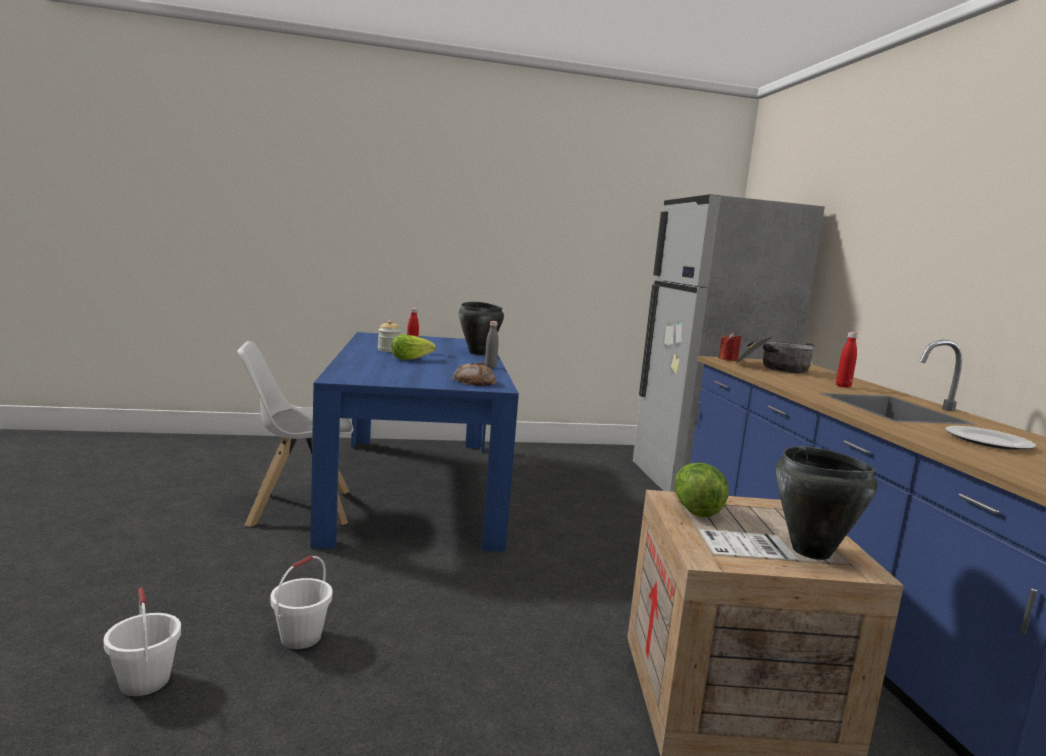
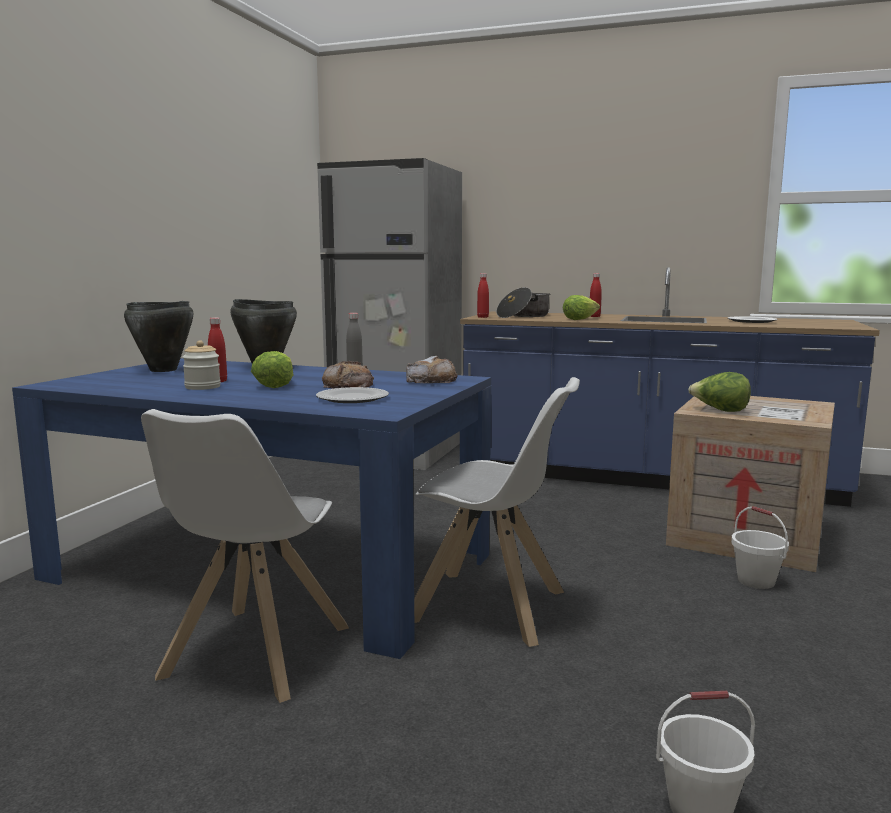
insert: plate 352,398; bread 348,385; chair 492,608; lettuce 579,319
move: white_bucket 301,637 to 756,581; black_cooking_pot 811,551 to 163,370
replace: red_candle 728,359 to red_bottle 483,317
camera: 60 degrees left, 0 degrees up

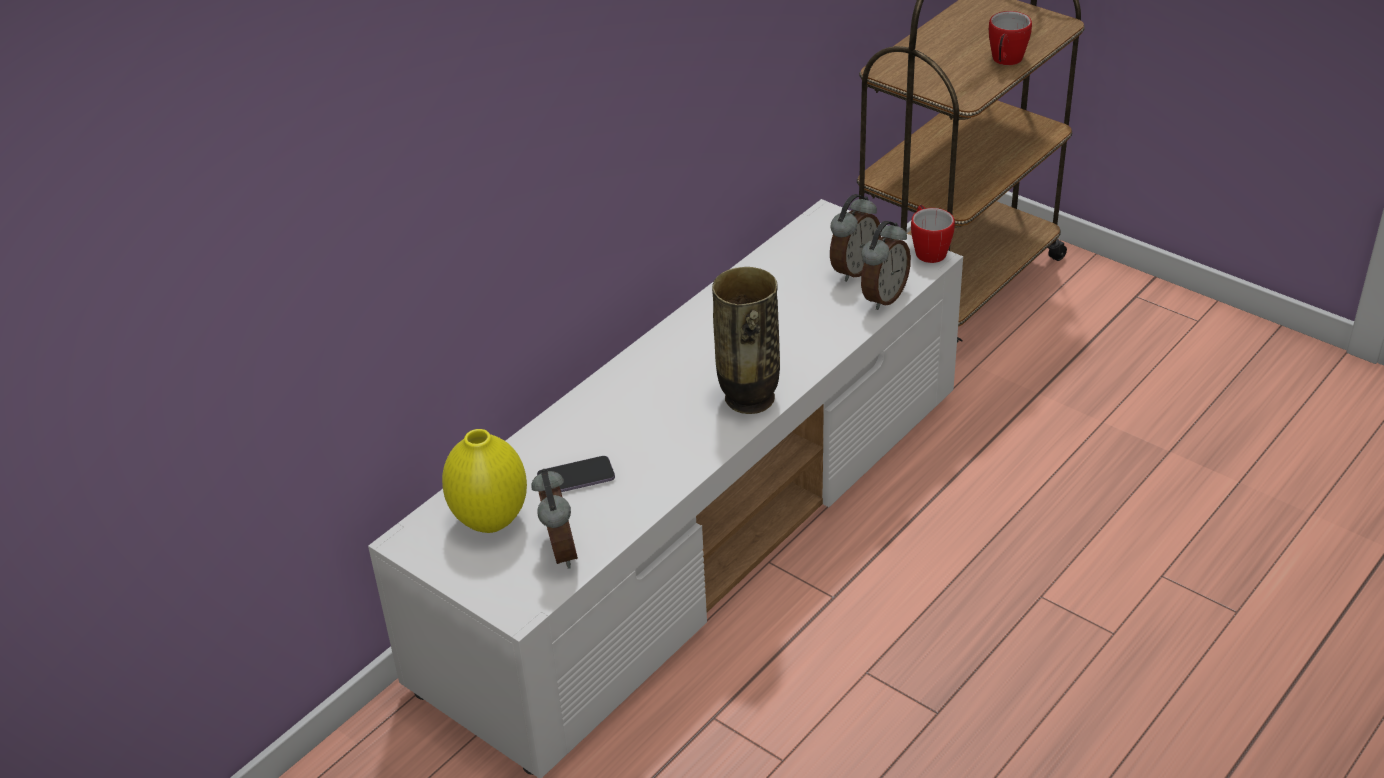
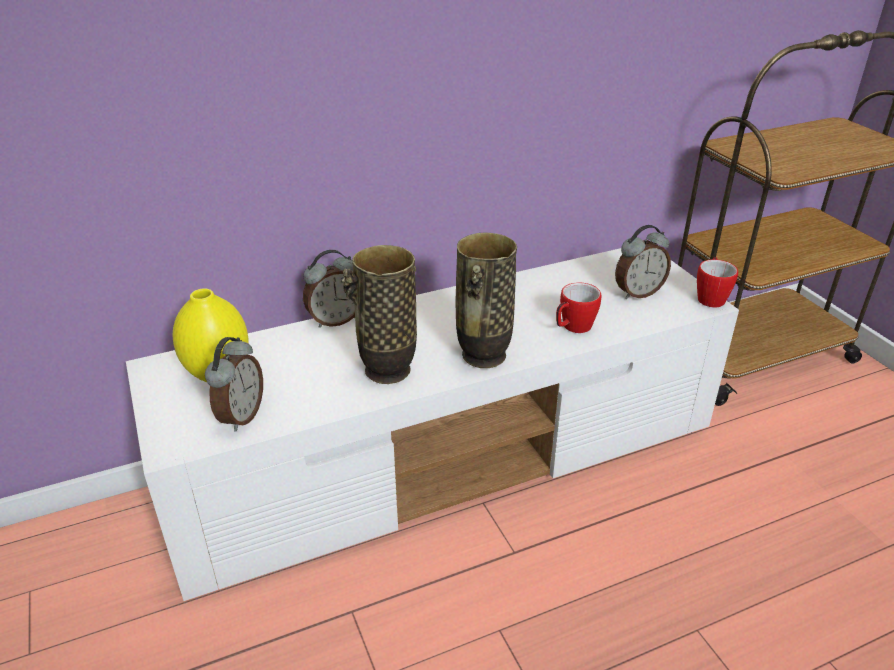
delete: phone 576,478
insert: vase 387,370
move: alarm_clock 883,297 to 335,320; mug 1005,61 to 573,328
camera: 25 degrees right, 5 degrees down

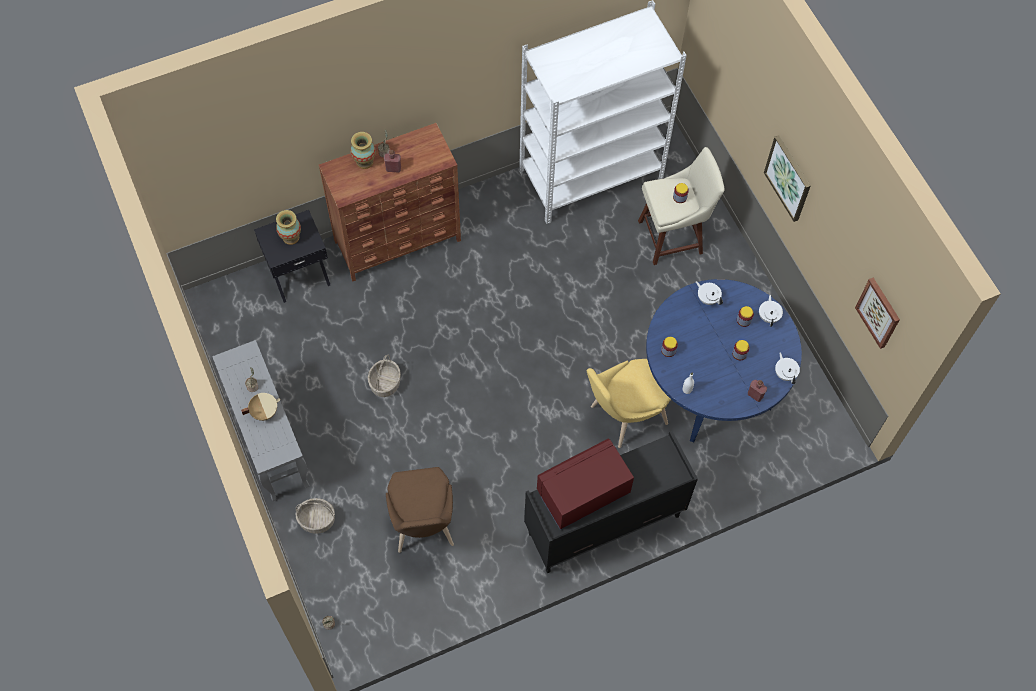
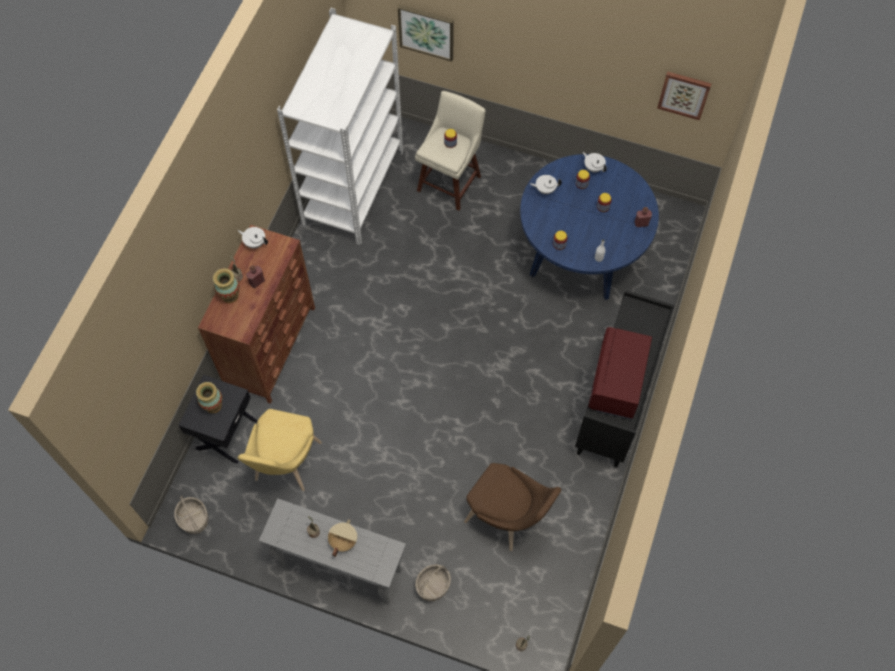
move: basket 385,383 to 193,519; yellow_chair 623,416 to 285,465; picture 788,178 to 426,32; white_teapot 785,373 to 255,242
camera: 45 degrees left, 0 degrees up

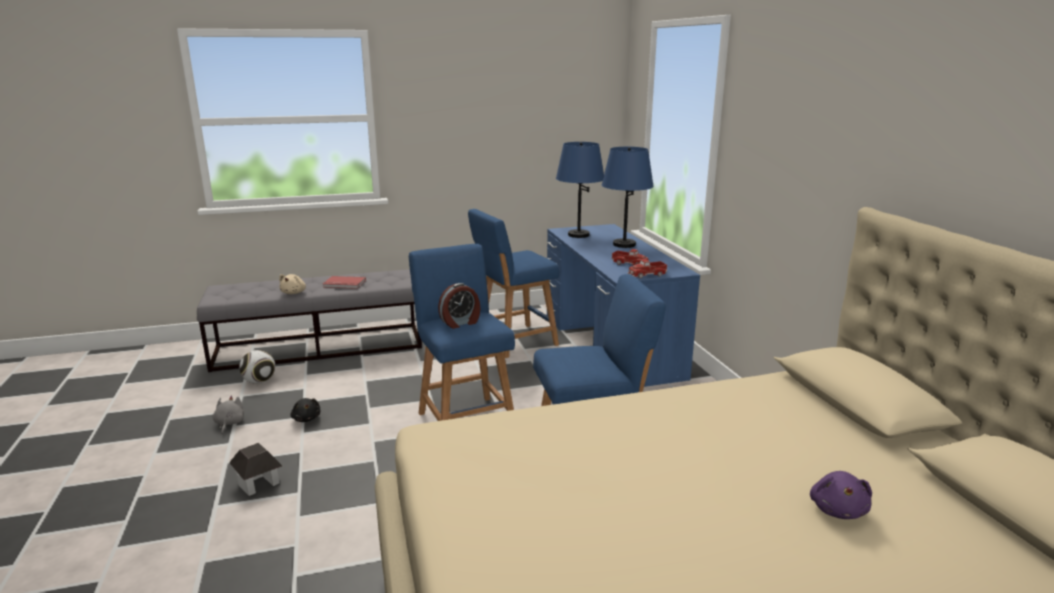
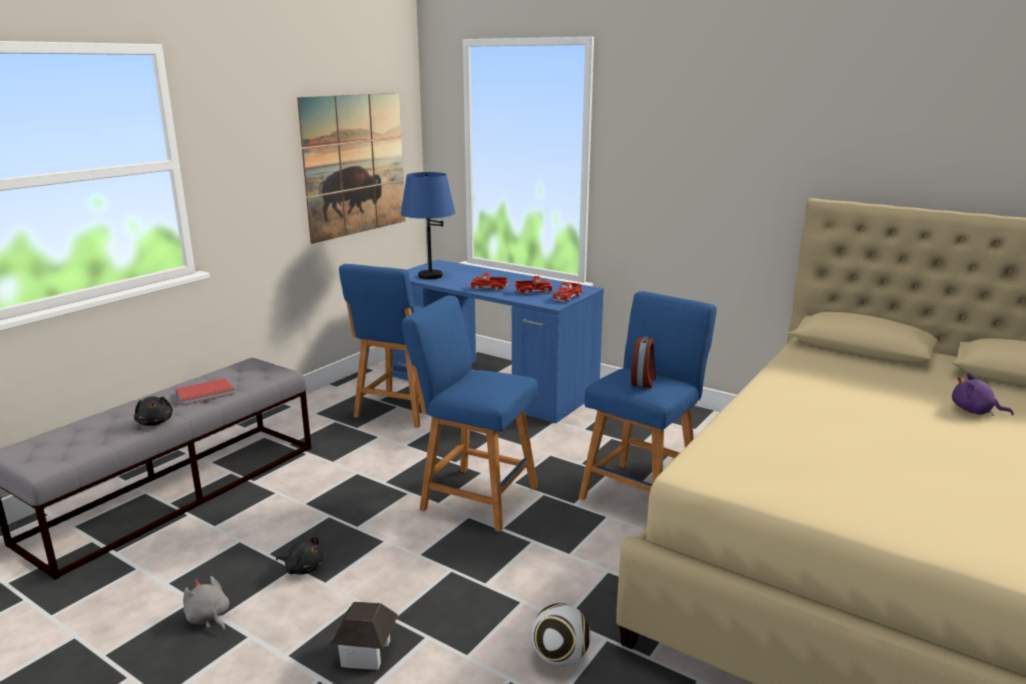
delete: blue_table_lamp 624,244
insert: picture 355,165; toy_truck 489,288
move: football 259,381 to 560,658; alarm_clock 460,323 to 643,381
recolor: beige_plush_toy 294,293 to black_plush_toy 155,422
rotate: purple_plush_toy 837,509 = 974,411 150 degrees clockwise
camera: 40 degrees left, 0 degrees up

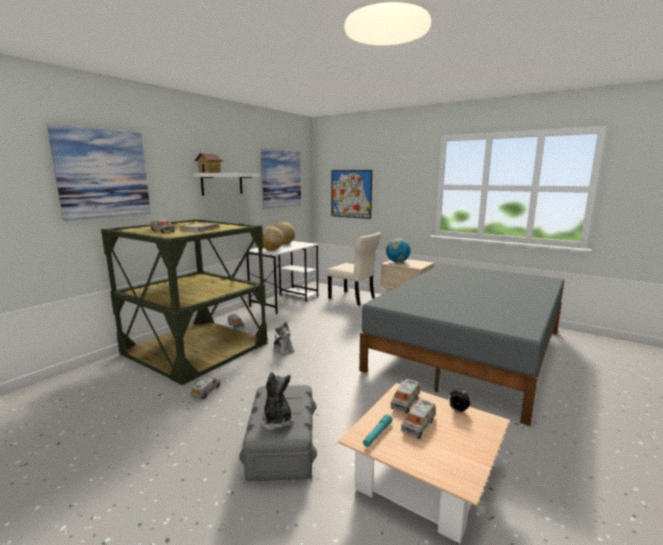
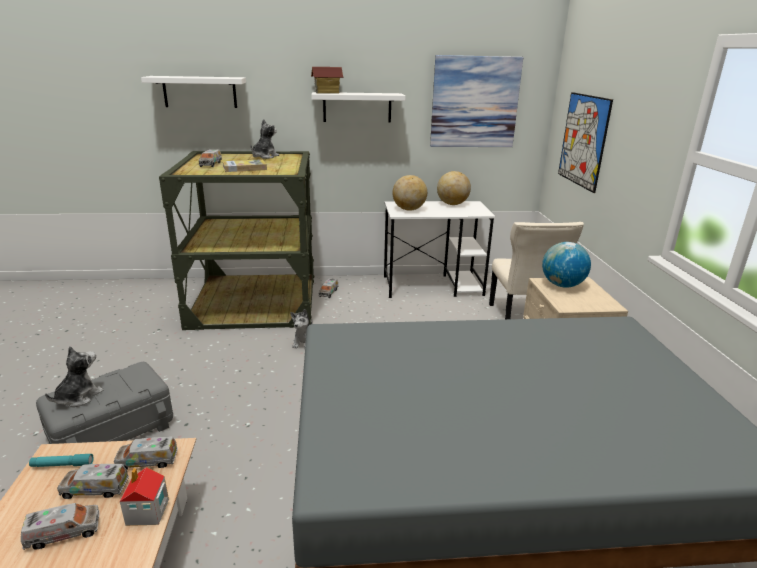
insert: plush_toy 264,157
move: toy_truck 206,392 to 64,533
replace: picture 103,174 to white_shelf 200,92; alarm_clock 458,411 to toy_house 147,512
camera: 50 degrees right, 10 degrees up

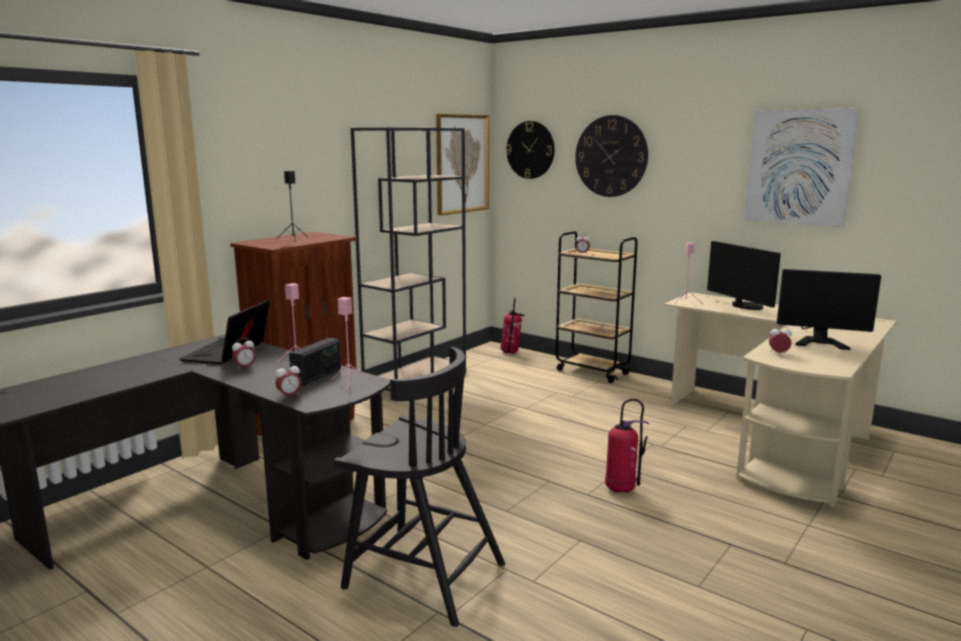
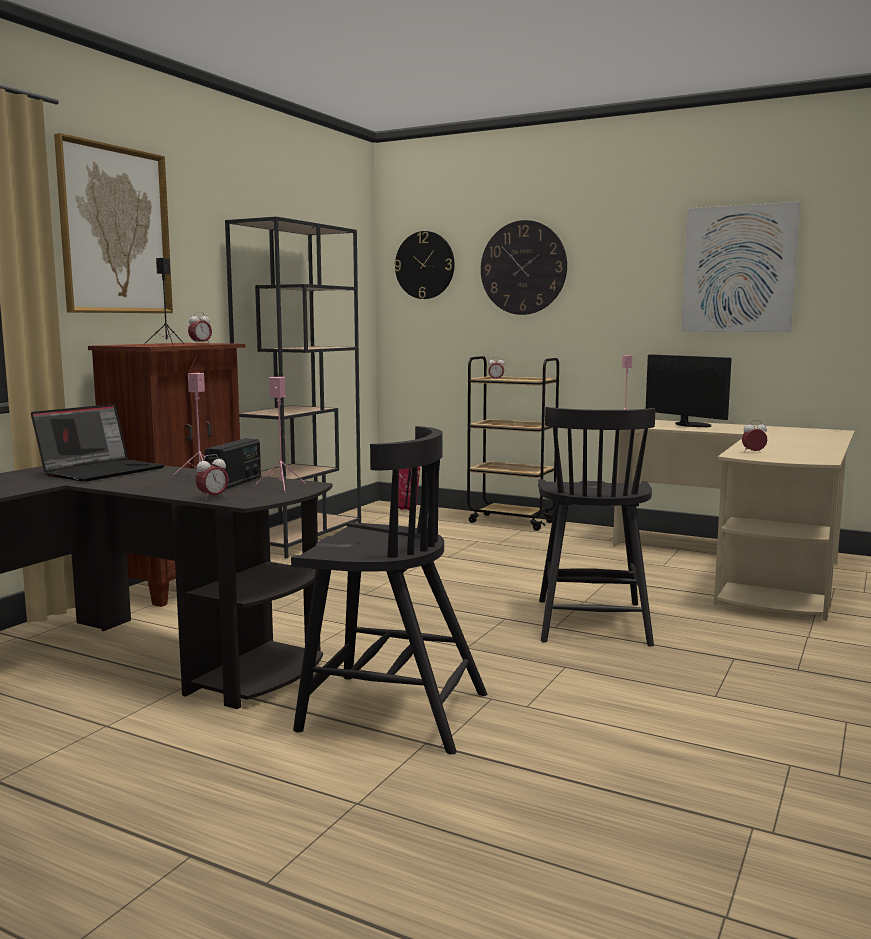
delete: monitor 819,339
move: alarm_clock 245,368 to 200,344; picture 462,164 to 115,230
replace: fire_extinguisher 621,489 to black_chair 591,620
rotate: laptop 228,353 = 102,471 150 degrees counterclockwise
camera: 10 degrees left, 5 degrees down

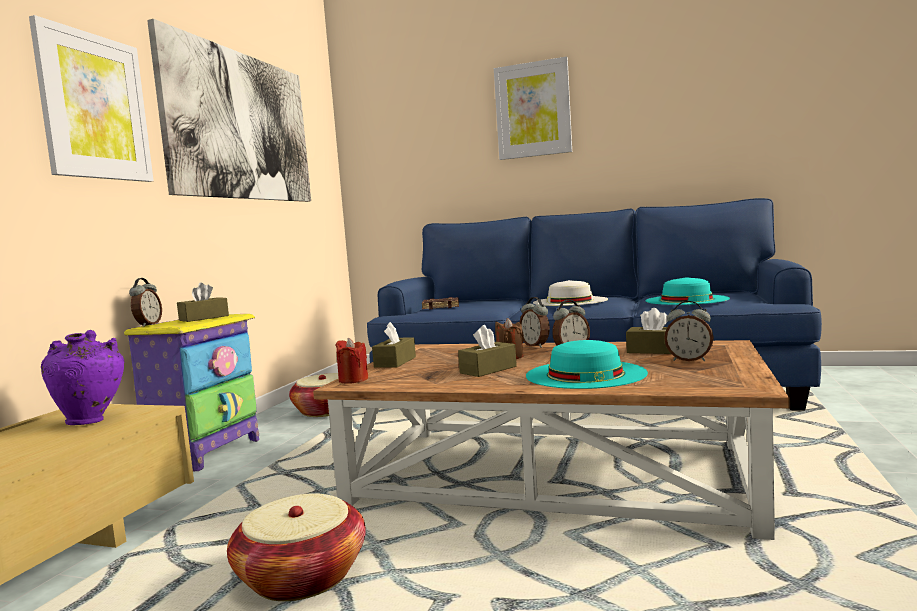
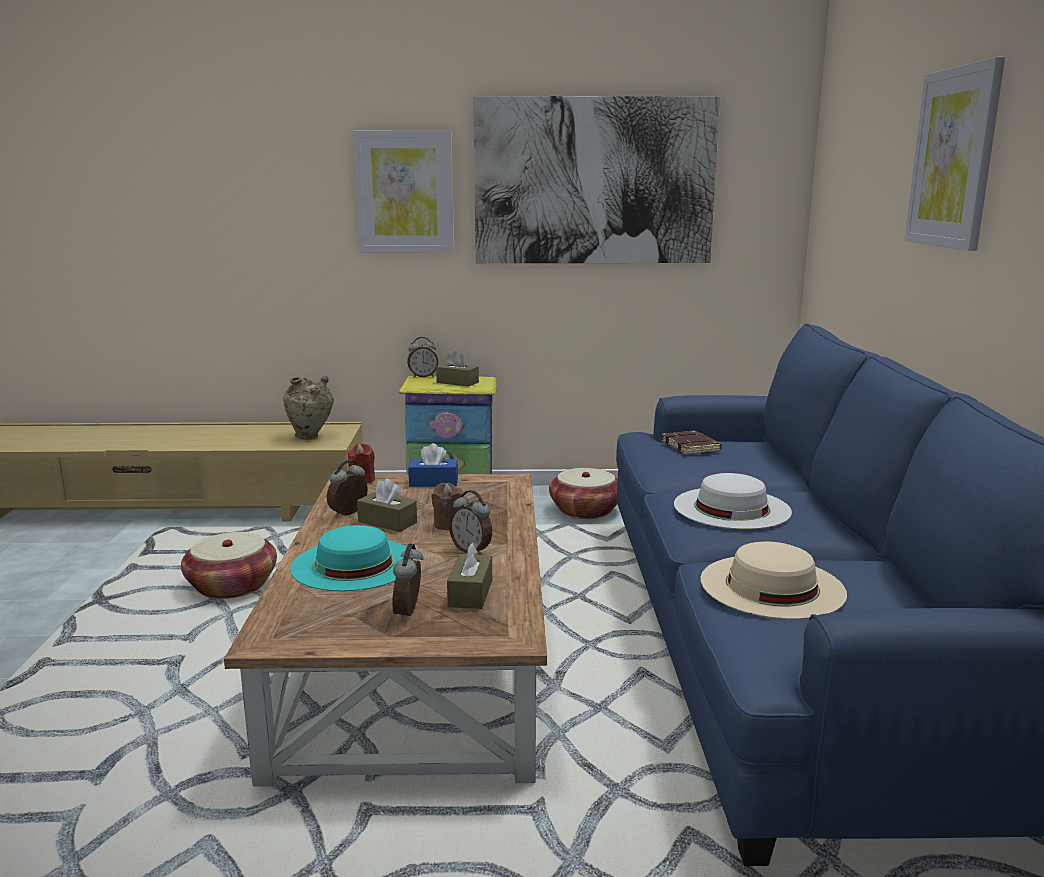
move: alarm_clock 536,346 to 349,514
recolor: purple_vase 91,421 to beige_vase 310,437; brown_tissue_box 395,362 to blue_tissue_box 433,482; turquoise_hat 686,300 to beige_hat 772,586
camera: 70 degrees right, 10 degrees up

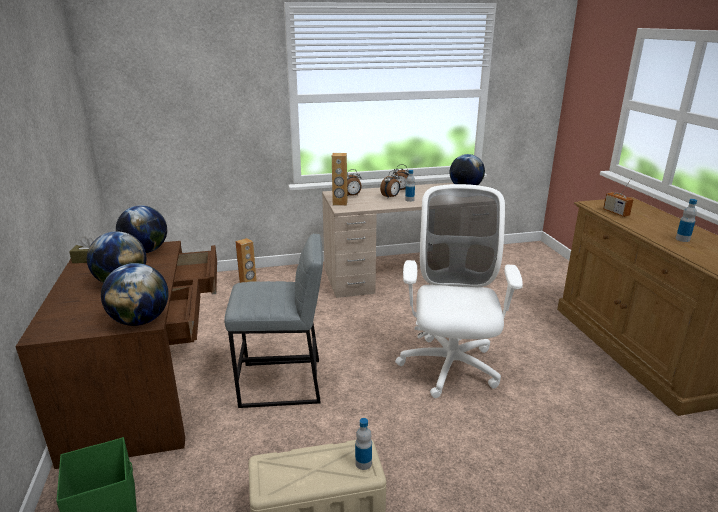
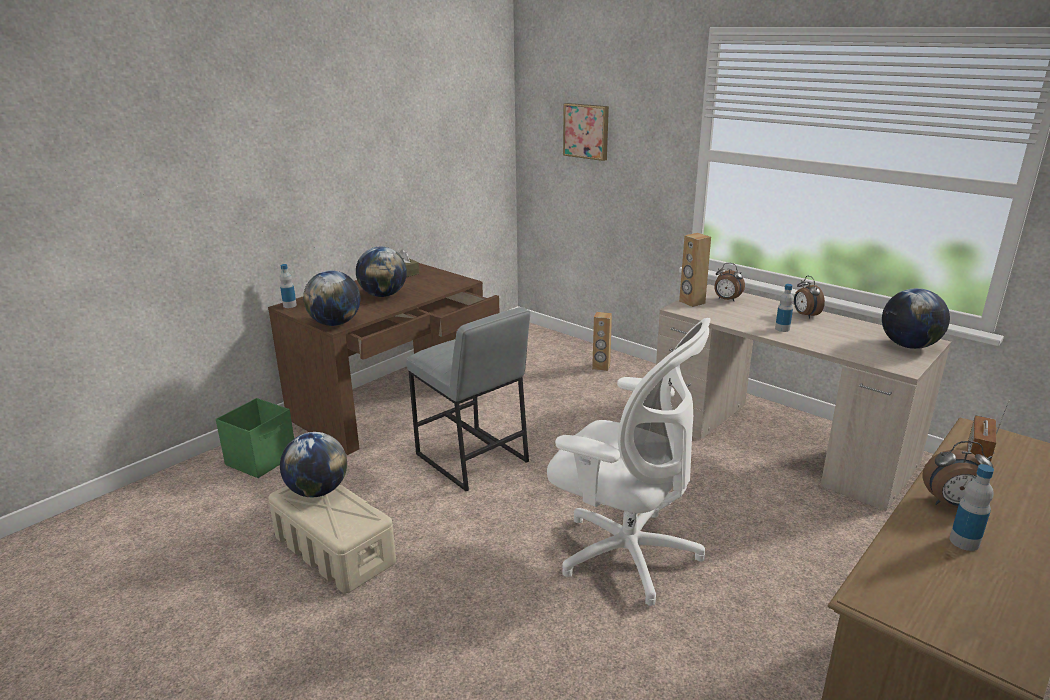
insert: picture 587,131
move: globe 145,251 to 317,491; bottle 363,463 to 290,305; alarm_clock 390,197 to 951,504
rotate: white_office_chair 451,370 = 619,553 60 degrees clockwise
camera: 55 degrees right, 0 degrees up

